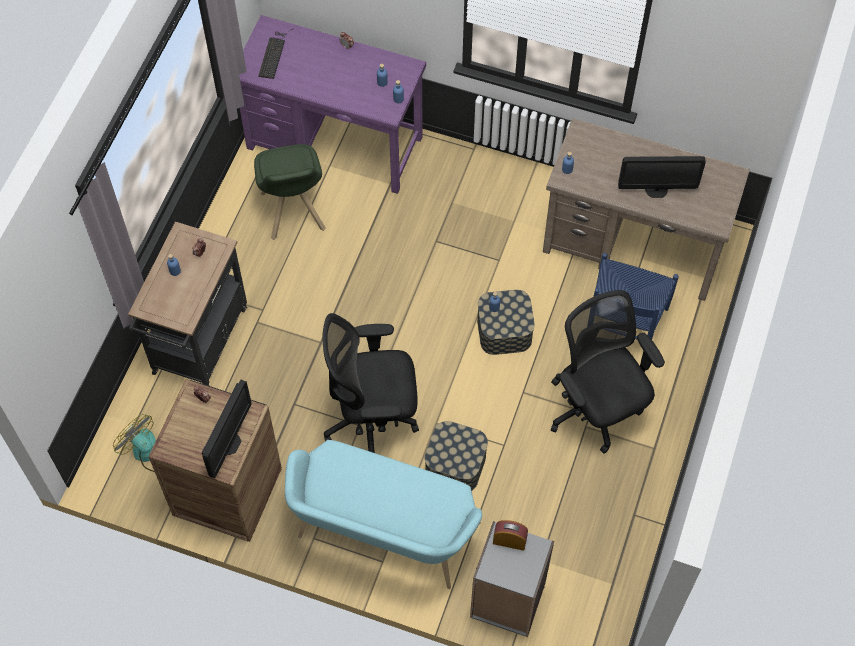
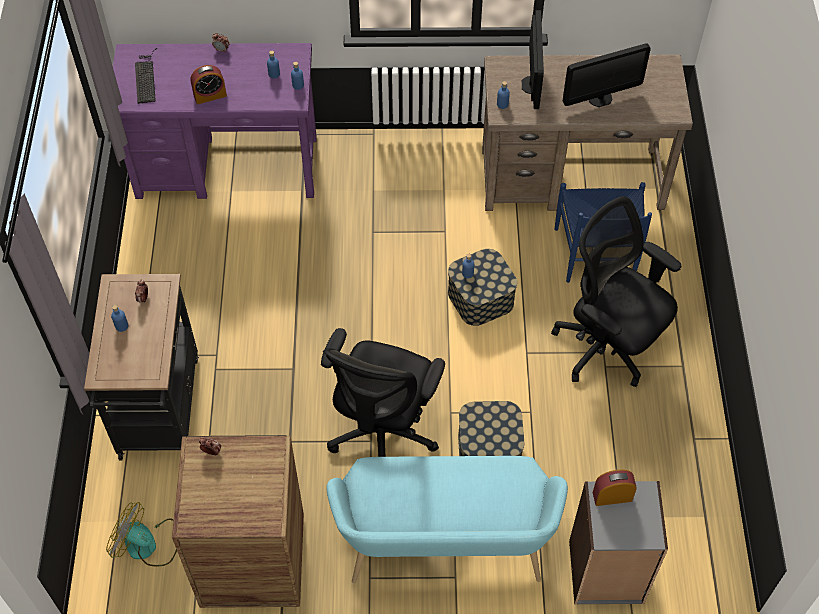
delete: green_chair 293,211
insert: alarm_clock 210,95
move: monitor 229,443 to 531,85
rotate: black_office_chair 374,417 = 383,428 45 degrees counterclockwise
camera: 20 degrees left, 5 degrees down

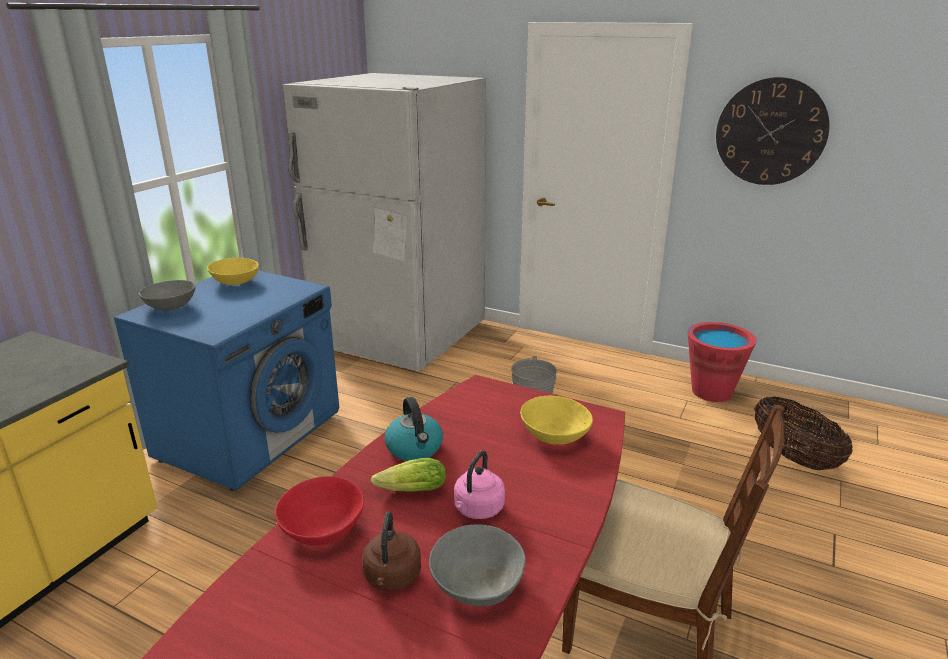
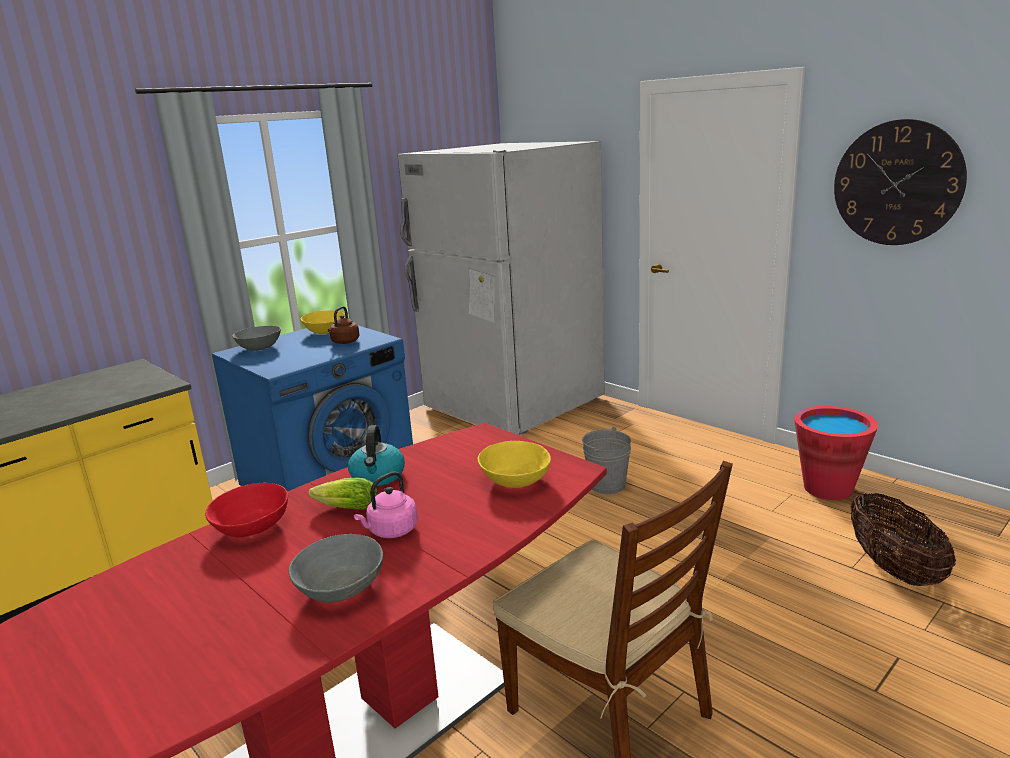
move: brown_kettle 392,578 to 344,342
camera: 20 degrees right, 5 degrees down

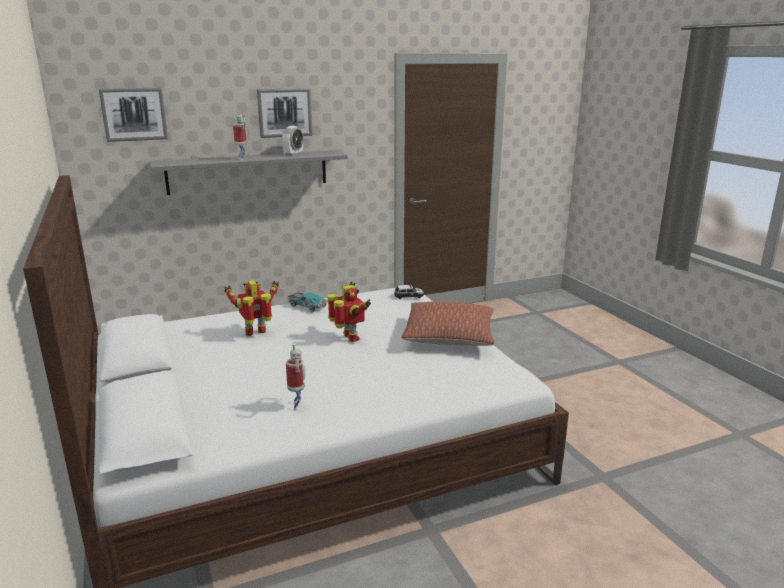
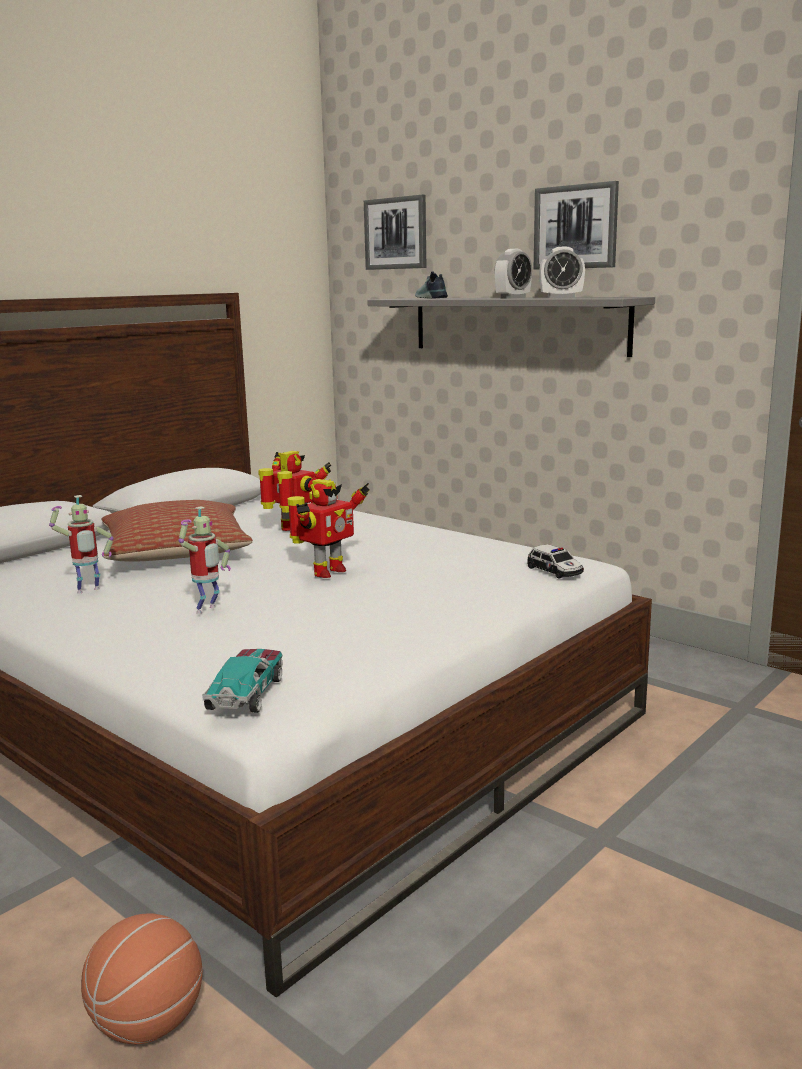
insert: basketball 147,1023; shoe 429,298; alarm_clock 513,298
move: toy_robot 242,159 to 208,610; toy_car 307,306 to 246,692; pillow 449,337 to 176,553
camera: 65 degrees right, 5 degrees down

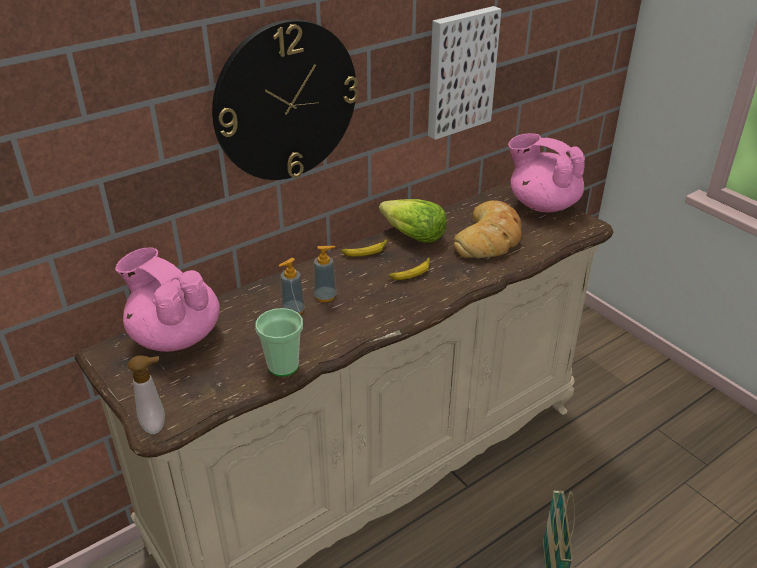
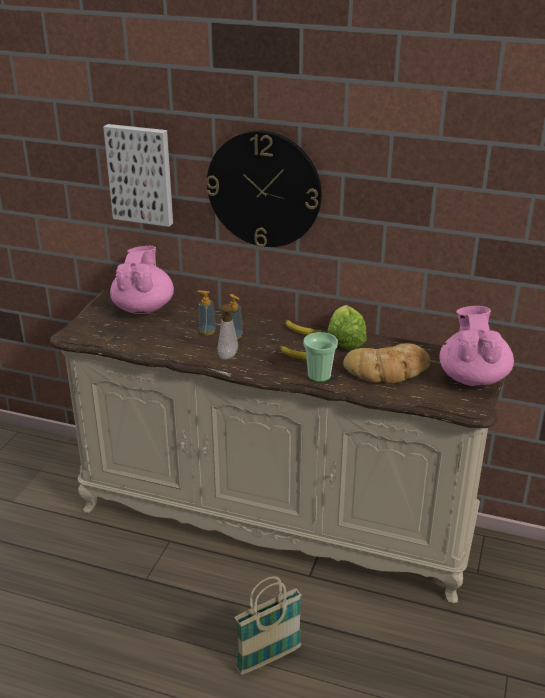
move: soap_dispenser 157,425 to 229,357; cup 283,366 to 319,376; picture 459,72 to 141,174
camera: 55 degrees right, 5 degrees down

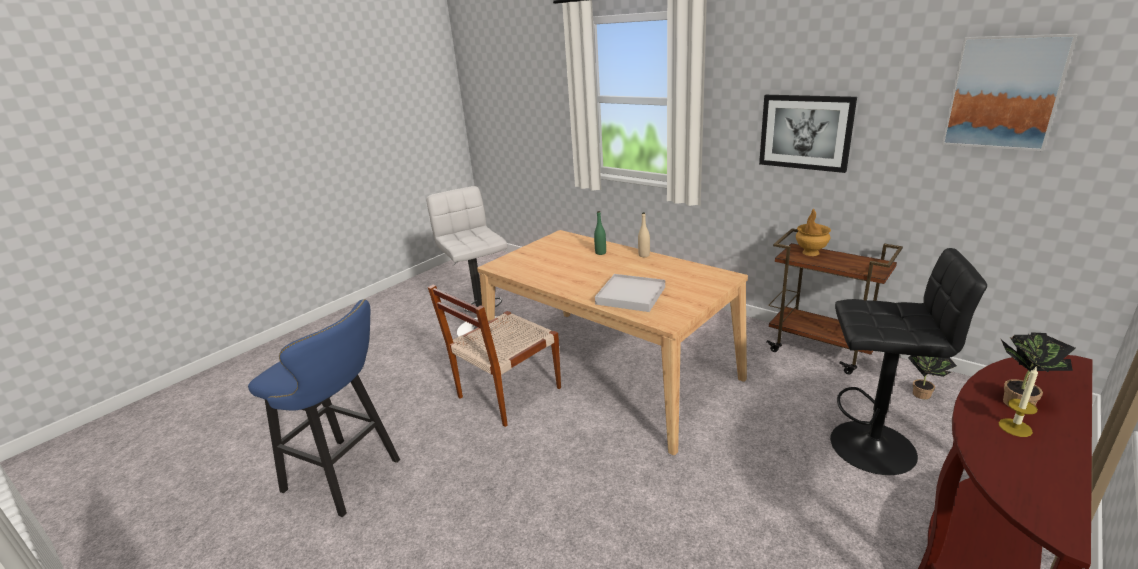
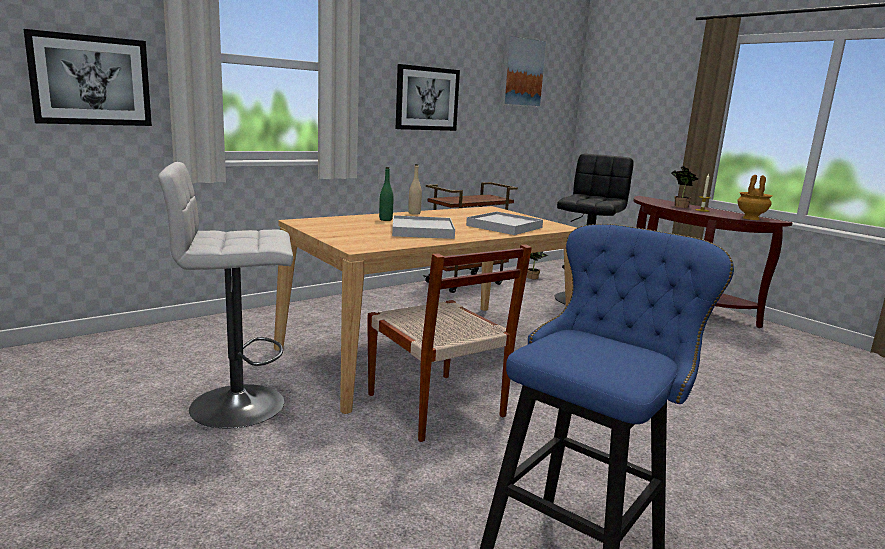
insert: picture 91,80; white_tray 422,231
move: brown_vase 810,252 to 750,218
camera: 80 degrees left, 10 degrees down

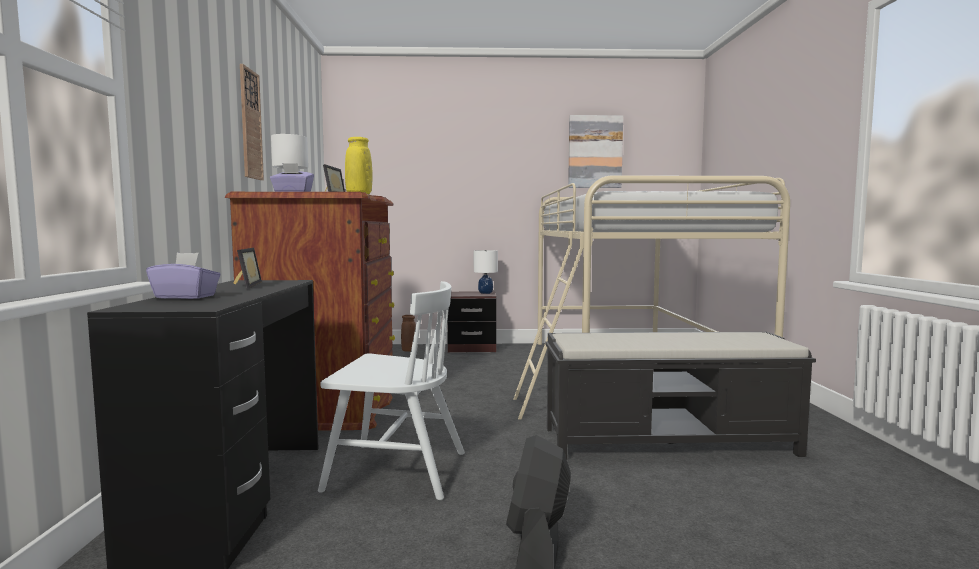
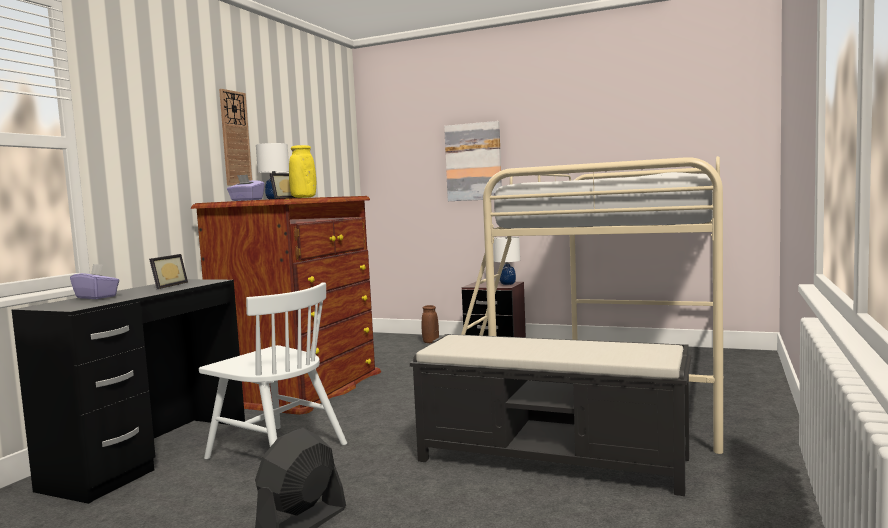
move: picture 595,152 to 473,162
camera: 25 degrees right, 0 degrees up

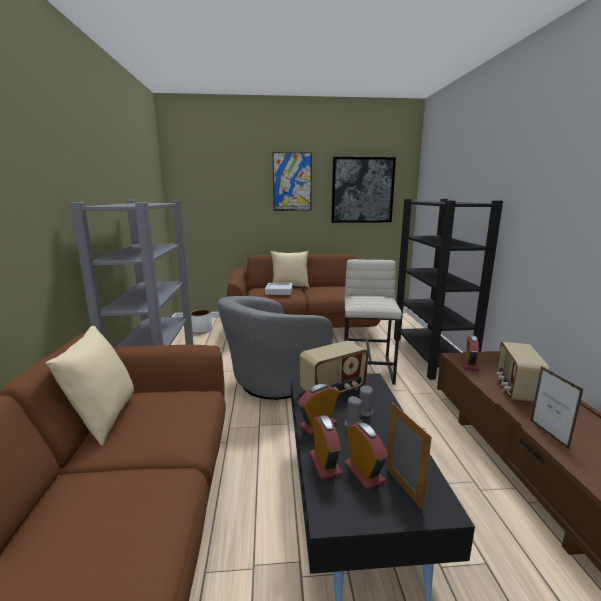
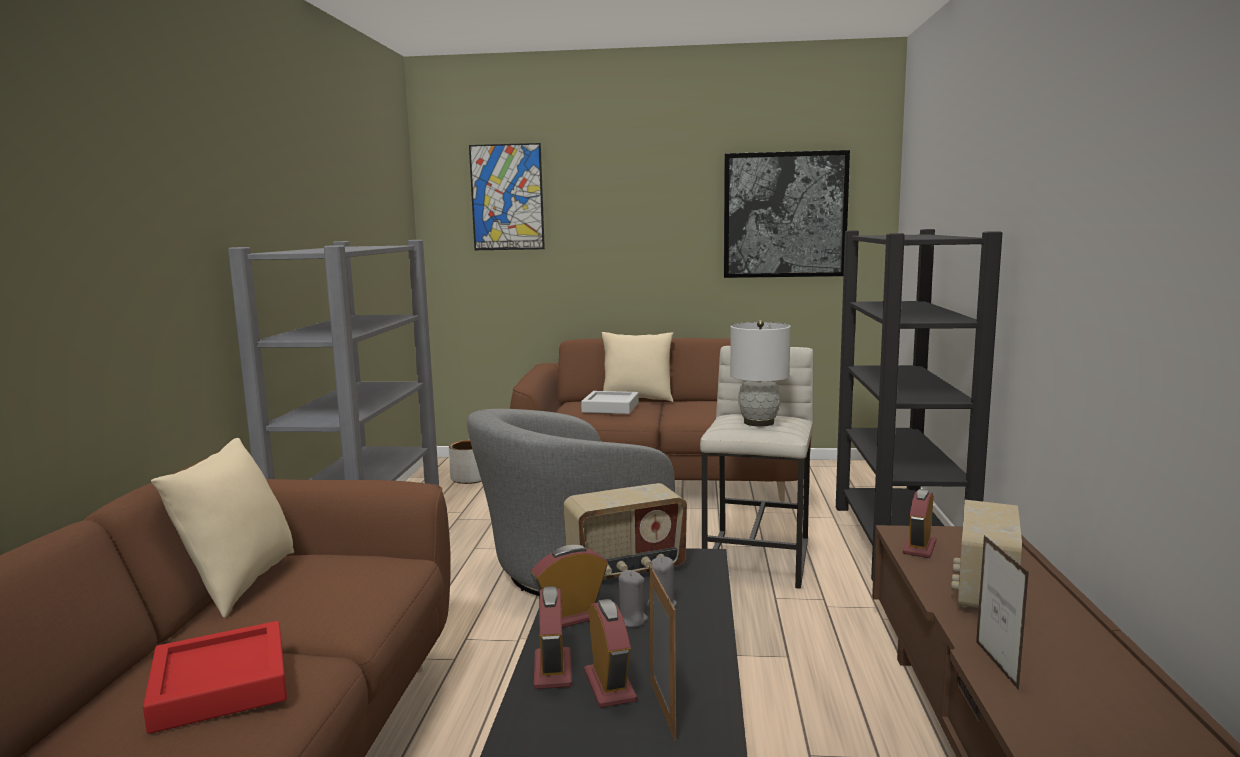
insert: red_tray 220,685; white_table_lamp 759,422
move: picture 292,182 to 507,197
camera: 10 degrees right, 5 degrees down

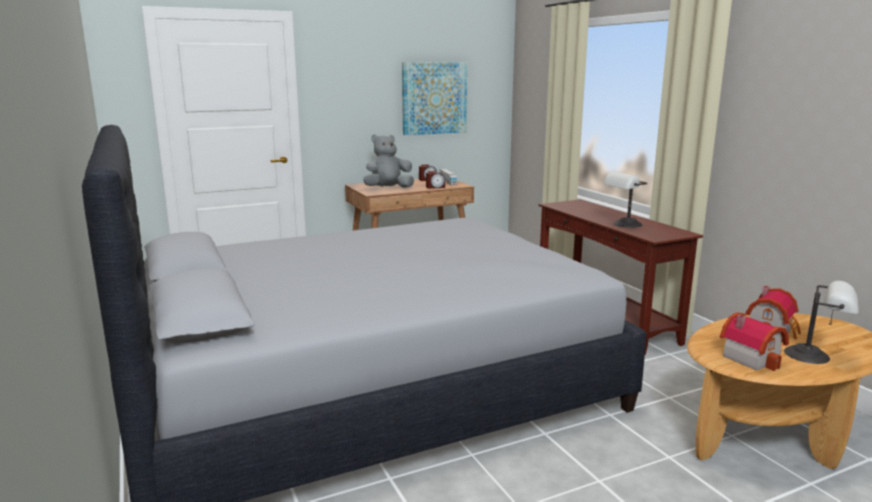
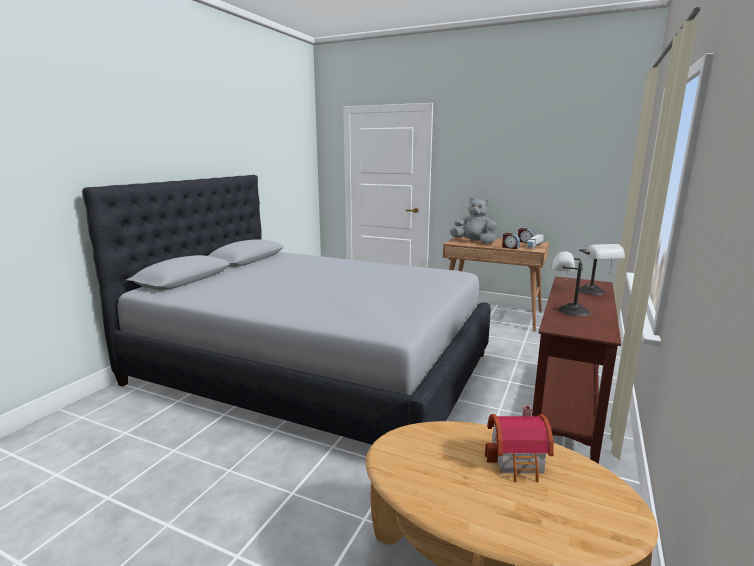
delete: picture 434,98; toy_house 751,357
move: table_lamp 816,356 to 595,293
camera: 50 degrees right, 0 degrees up

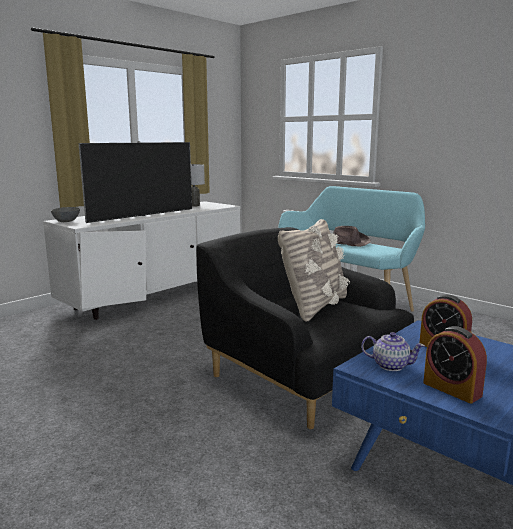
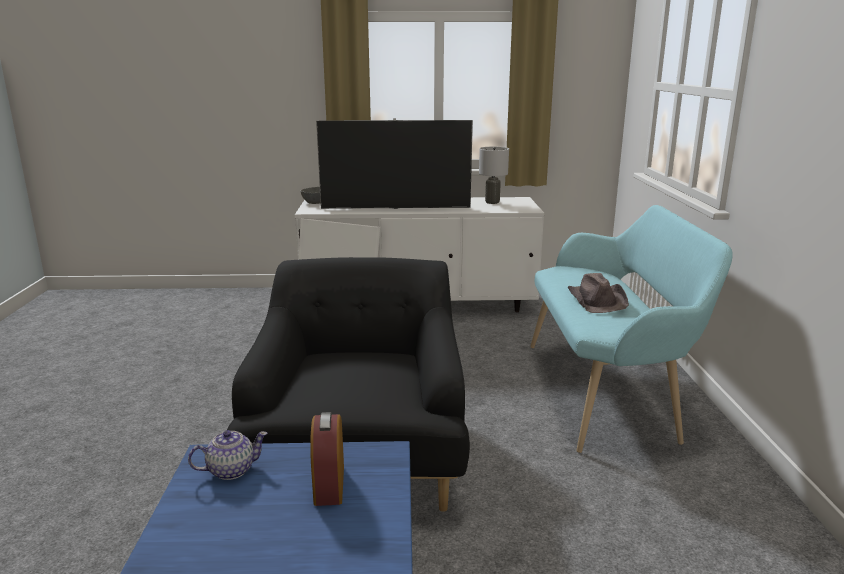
delete: beige_pillow 315,307; alarm_clock 452,389
rotate: teapot 390,365 = 230,470 90 degrees counterclockwise
camera: 45 degrees right, 5 degrees up

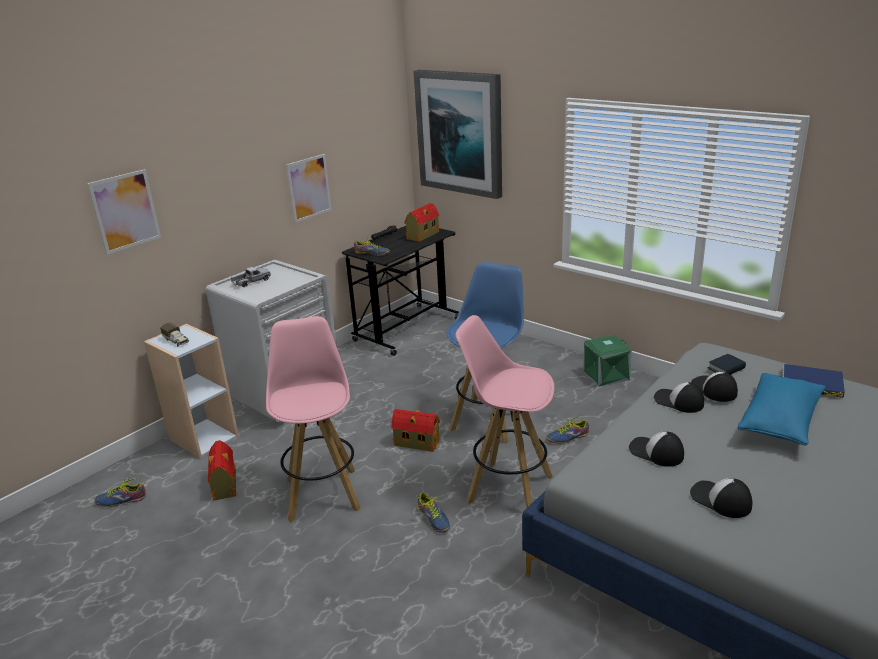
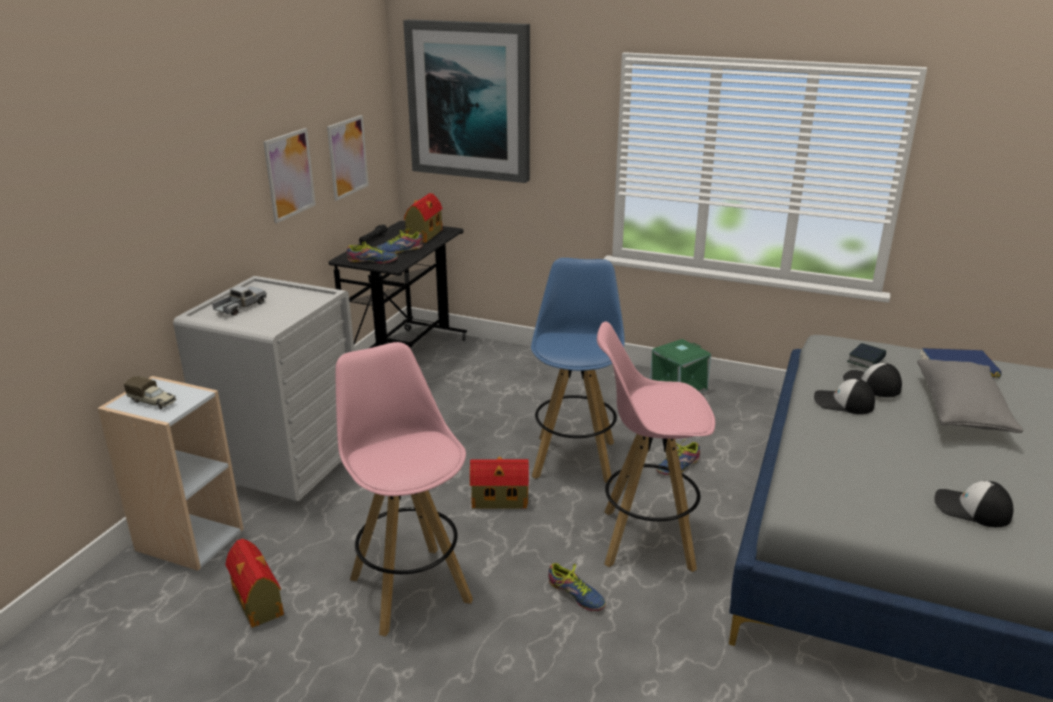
delete: cap 656,452
move: picture 125,211 to 347,157; shoe 121,500 to 400,250
recolor: blue_pillow 780,421 to grey_pillow 961,411
camera: 20 degrees left, 0 degrees up

